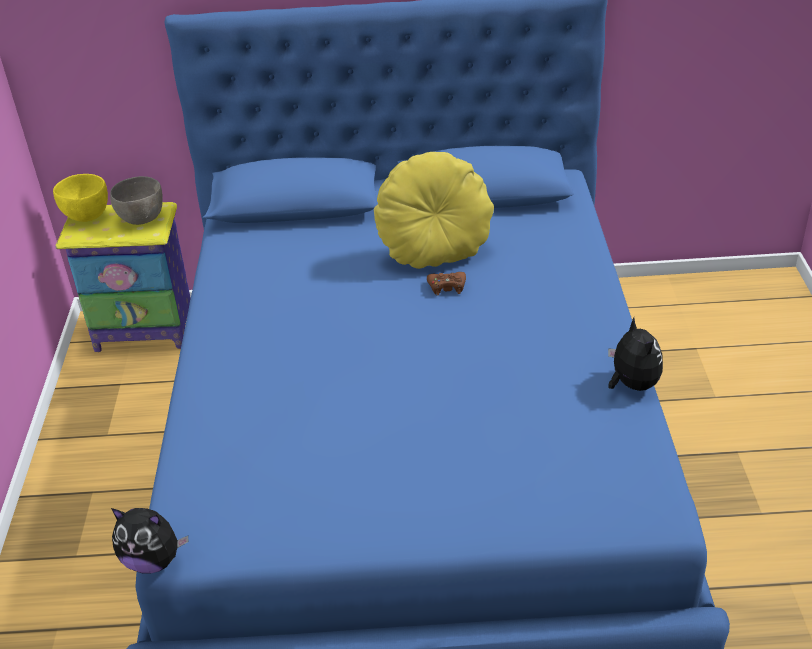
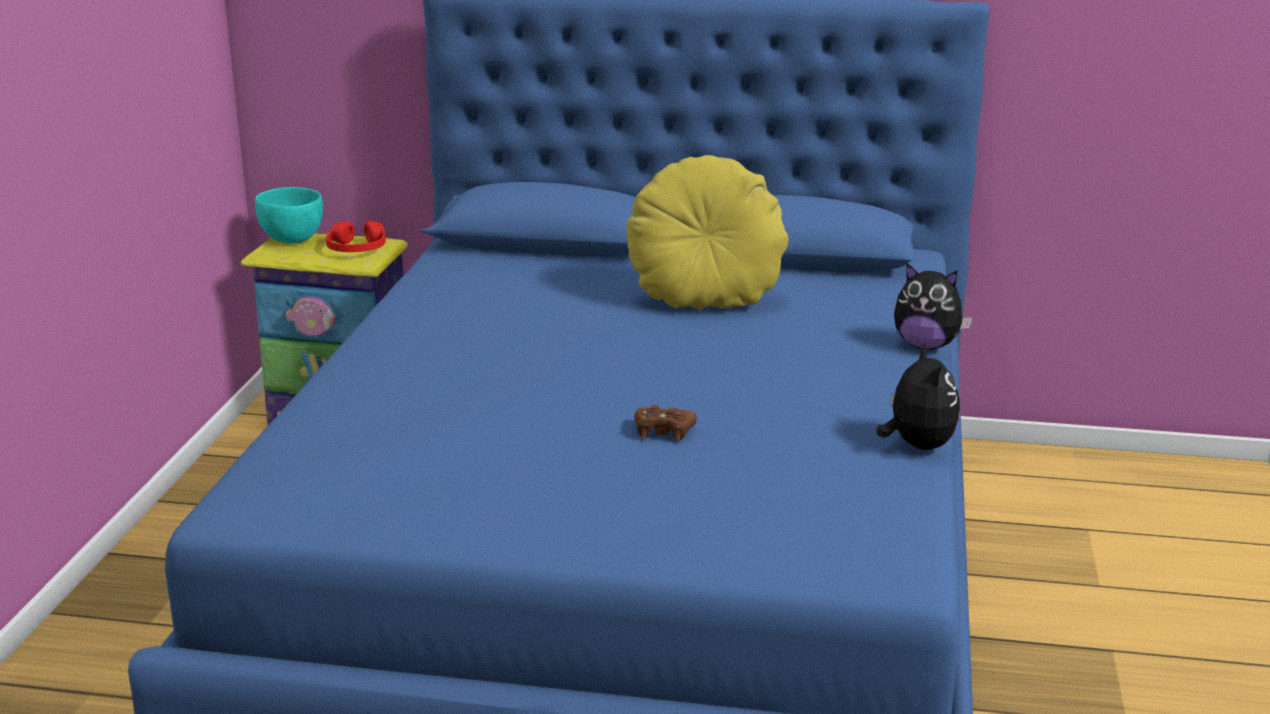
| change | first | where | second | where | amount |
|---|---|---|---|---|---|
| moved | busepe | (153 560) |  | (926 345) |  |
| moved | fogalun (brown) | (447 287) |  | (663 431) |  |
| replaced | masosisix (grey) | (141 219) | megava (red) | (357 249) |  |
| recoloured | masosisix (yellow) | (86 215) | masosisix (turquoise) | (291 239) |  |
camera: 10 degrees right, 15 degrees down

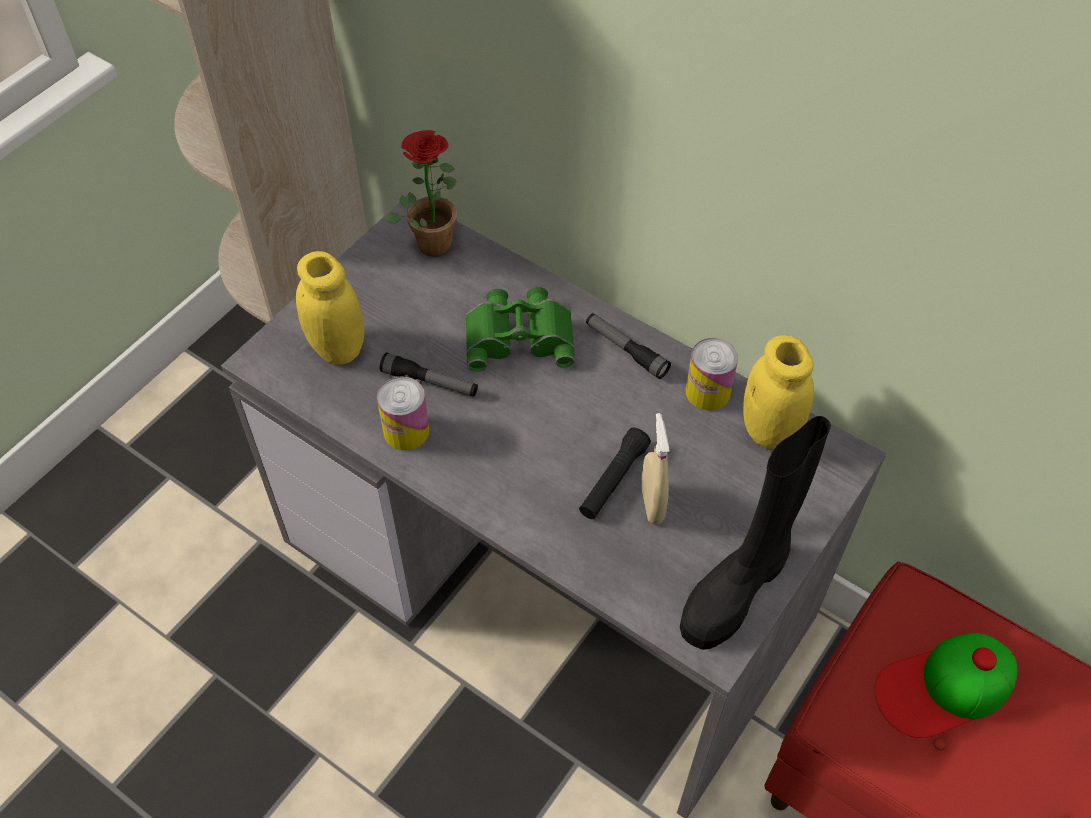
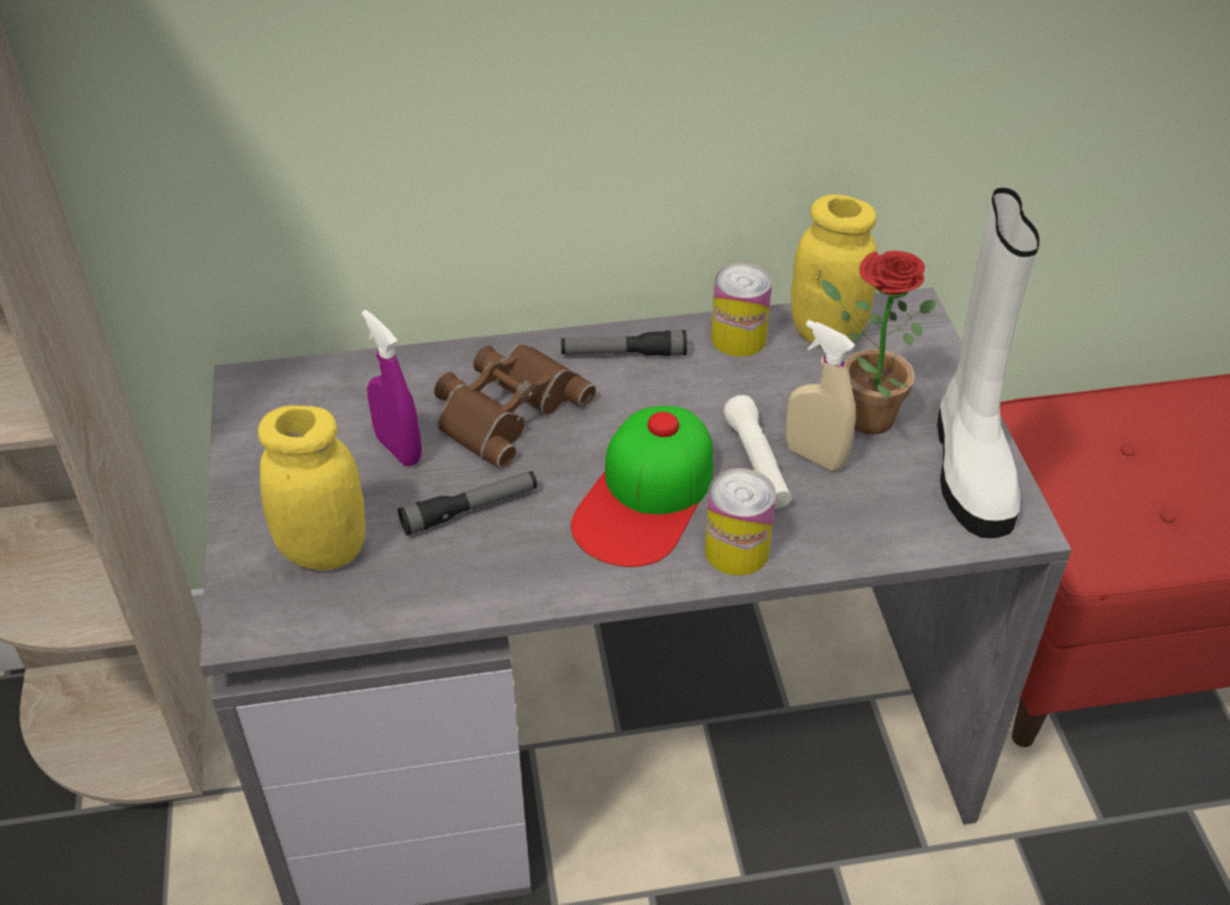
| change | first | where | second | where | amount |
|---|---|---|---|---|---|
| added |  |  | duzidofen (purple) | (398 449) |  |
| moved | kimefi | (406 431) |  | (736 551) |  |
| moved | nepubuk | (432 239) |  | (859 415) |  |
| moved | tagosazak | (944 688) |  | (646 496) |  |
| recoloured | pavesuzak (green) | (519 335) | pavesuzak (brown) | (506 408) |  |
| recoloured | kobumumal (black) | (613 480) | kobumumal (white) | (757 463) |  |
| recoloured | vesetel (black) | (737 589) | vesetel (white) | (969 467) |  |
camera: 45 degrees left, 10 degrees down

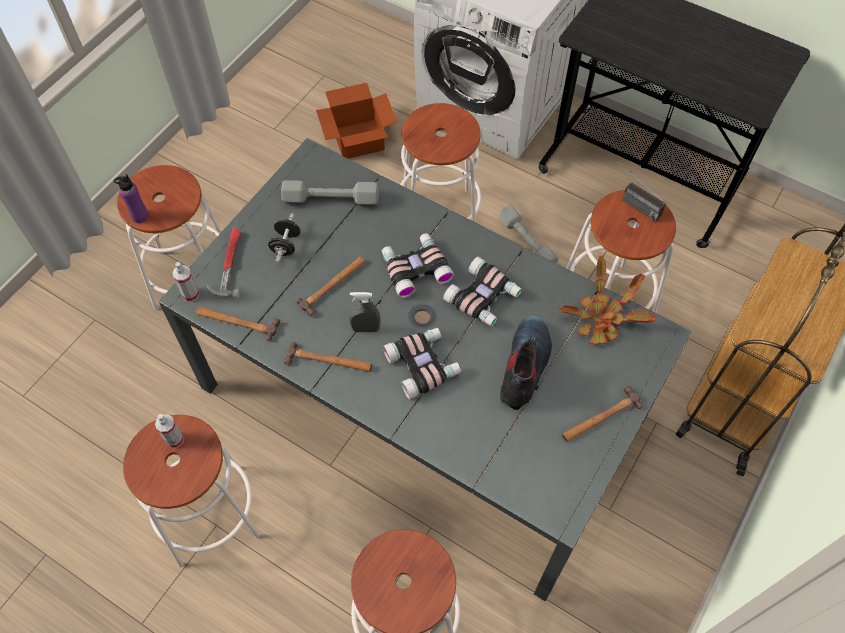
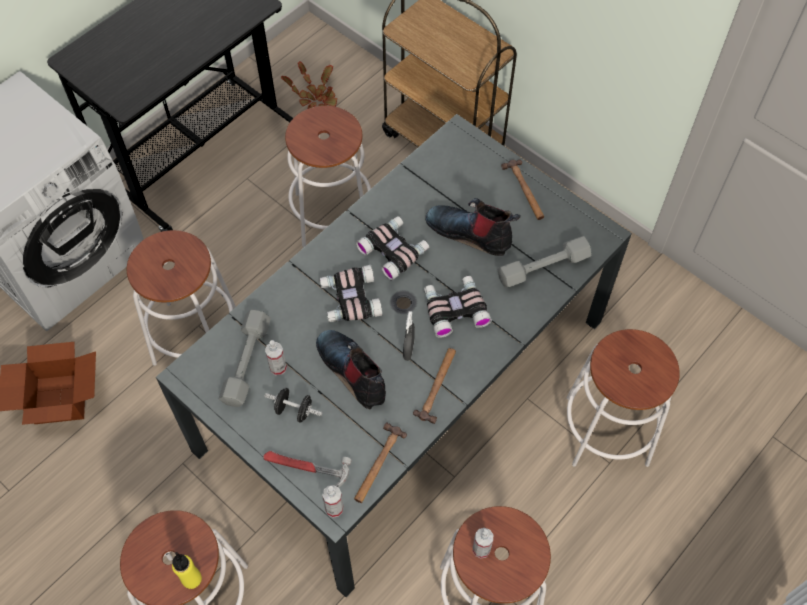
| change | first | where | second | where | amount |
|---|---|---|---|---|---|
| removed | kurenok | (631 202) |  |  |  |
| added |  |  | duzidofen | (278 368) |  |
| moved | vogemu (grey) | (526 242) |  | (543 267) |  |
| moved | nepubuk | (602 317) |  | (316 98) |  |
| replaced | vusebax | (333 285) | vesetel | (354 372) |  |
| recoloured | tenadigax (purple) | (140 216) | tenadigax (yellow) | (191 579) |  |
camera: 80 degrees left, 0 degrees up

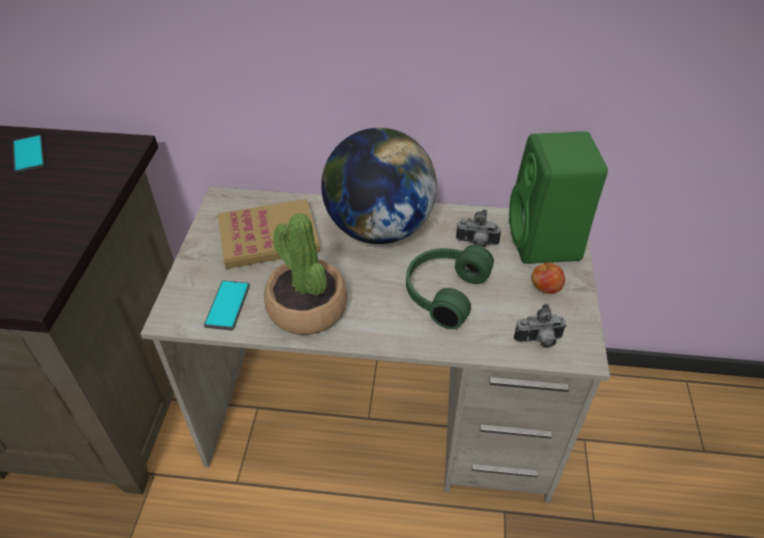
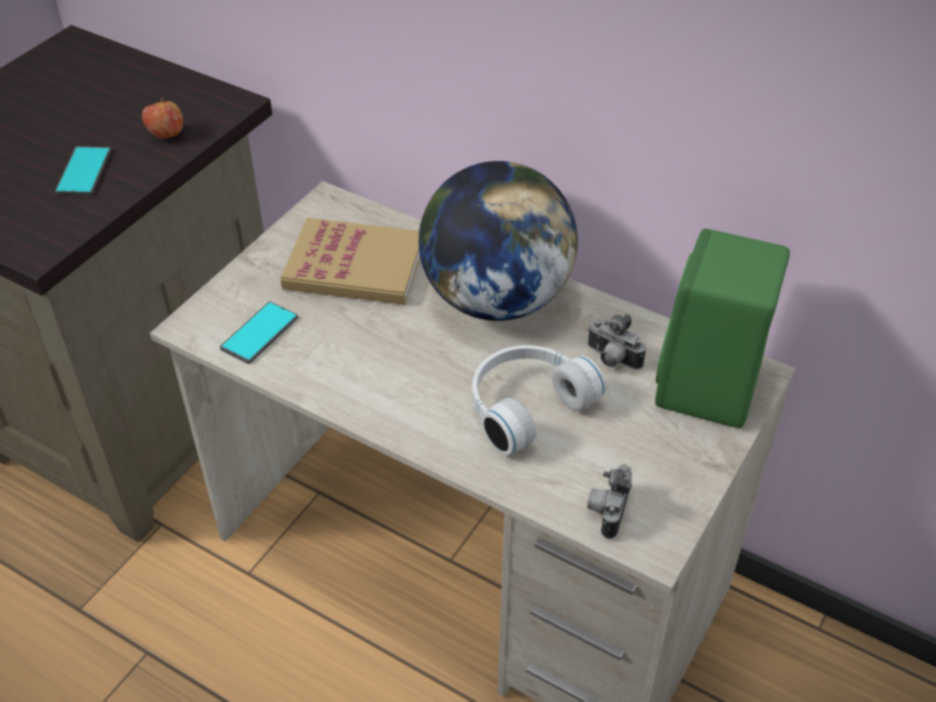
| change | first | where | second | where | amount |
|---|---|---|---|---|---|
| removed | nepubuk | (306 308) |  |  |  |
| moved | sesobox | (28 154) |  | (84 172) |  |
| moved | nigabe | (545 289) |  | (166 135) |  |
| recoloured | megava (green) | (443 291) | megava (white) | (525 405) |  |
| turned | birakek | (539 341) |  | (607 510) | 90 degrees clockwise |
camera: 25 degrees right, 0 degrees up

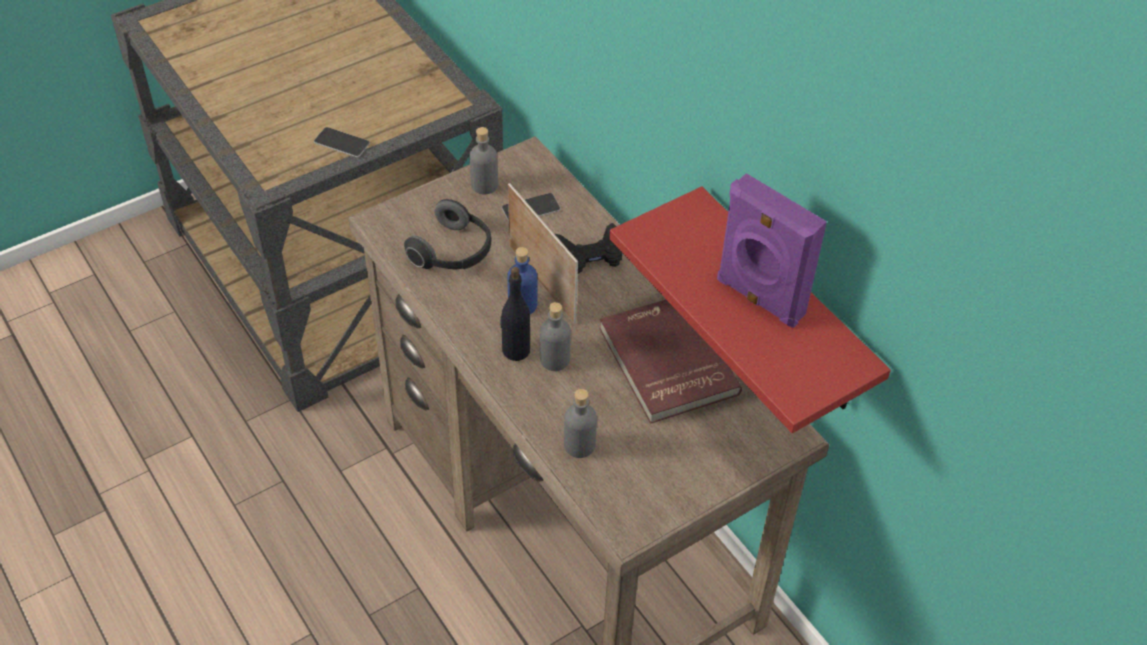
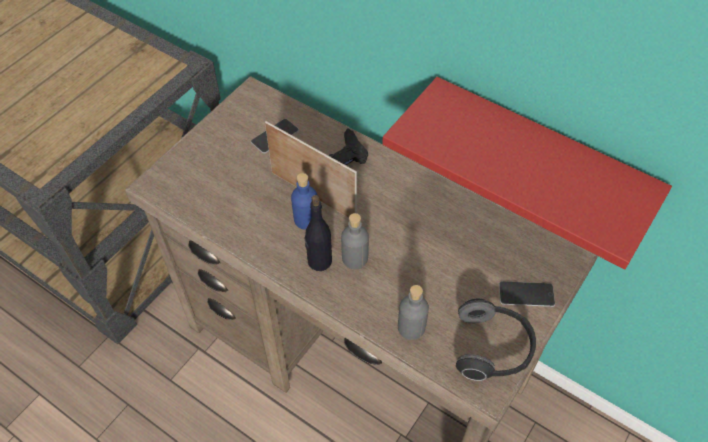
| change | first | where | second | where | amount |
|---|---|---|---|---|---|
| removed | tenadigax (grey) | (484 185) |  |  |  |
| removed | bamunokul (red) | (665 362) |  |  |  |
| removed | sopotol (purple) | (758 299) |  |  |  |
| moved | sesobox | (342 142) |  | (526 294) |  |
| moved | megava | (453 252) |  | (492 348) |  |
camera: 20 degrees left, 5 degrees up

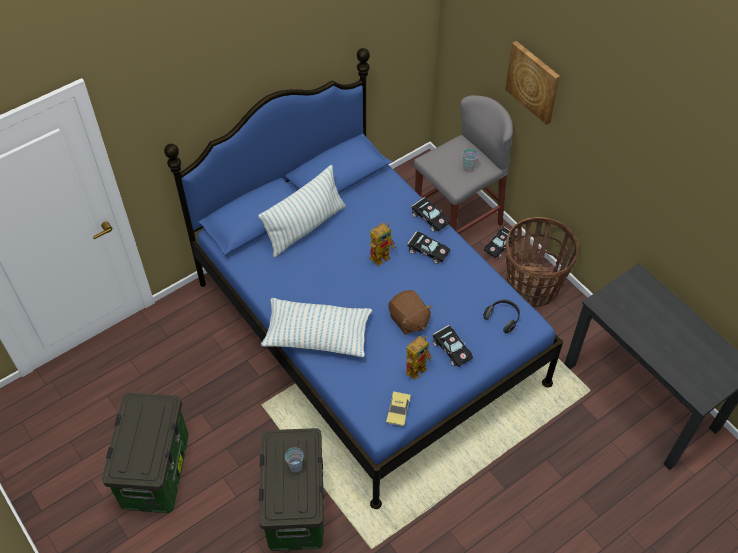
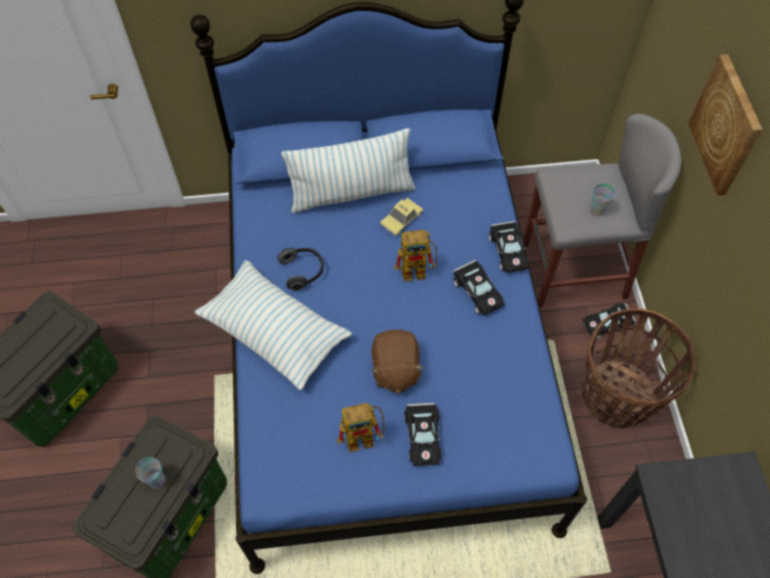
| change | first | where | second | where | amount |
|---|---|---|---|---|---|
| moved | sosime | (398 410) |  | (401 219) |  |
| moved | megava | (503 318) |  | (303 271) |  |
camera: 30 degrees right, 5 degrees up

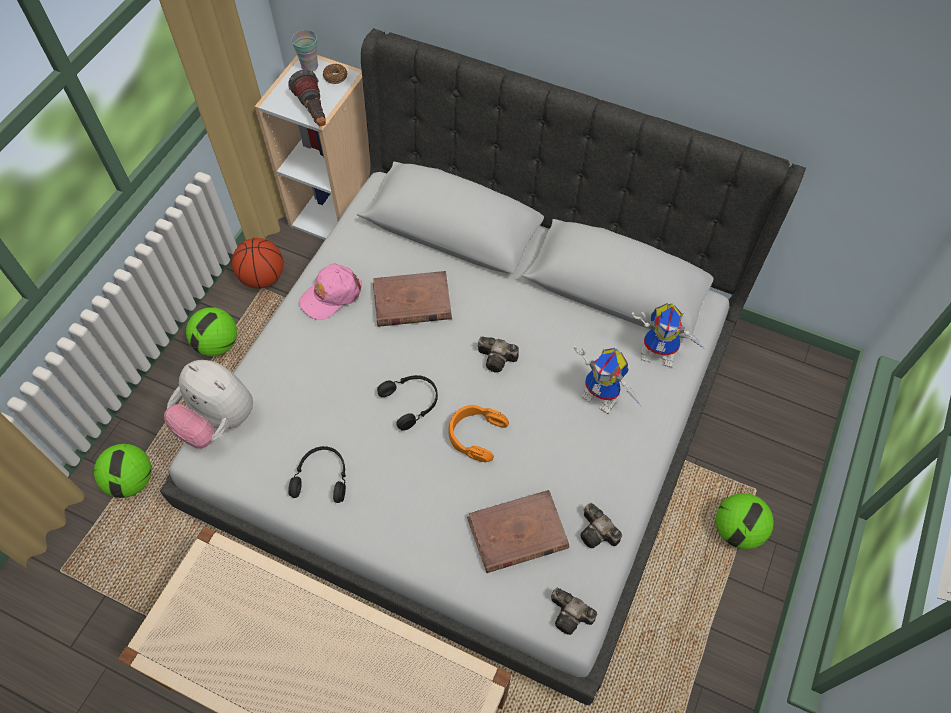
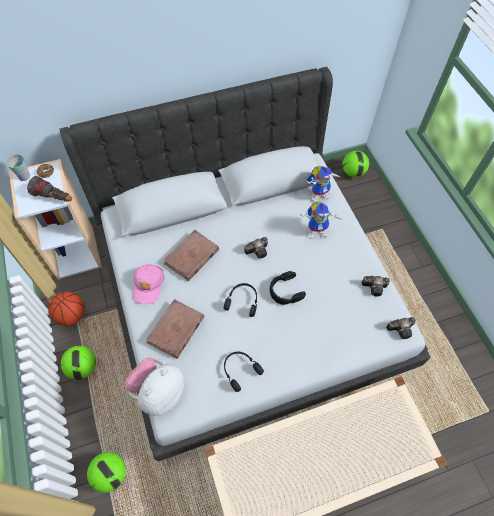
| change | first | where | second | where | amount |
|---|---|---|---|---|---|
| moved | bamunokul (brown) | (517 533) |  | (176 330) |  |
| moved | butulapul | (737 530) |  | (353 172) |  |
| recoloured | megava (orange) | (475 435) | megava (black) | (285 291) |  |
| turned | busepe | (218 421) |  | (159 392) | 135 degrees clockwise |
camera: 45 degrees left, 0 degrees up

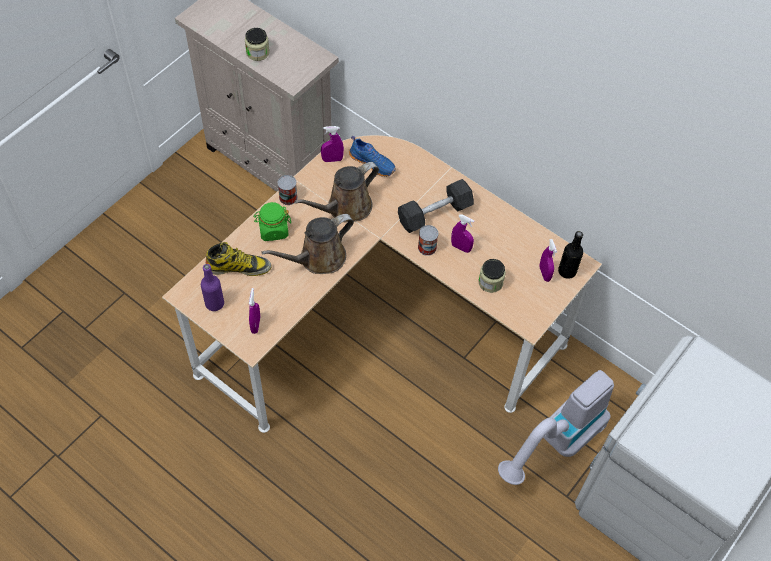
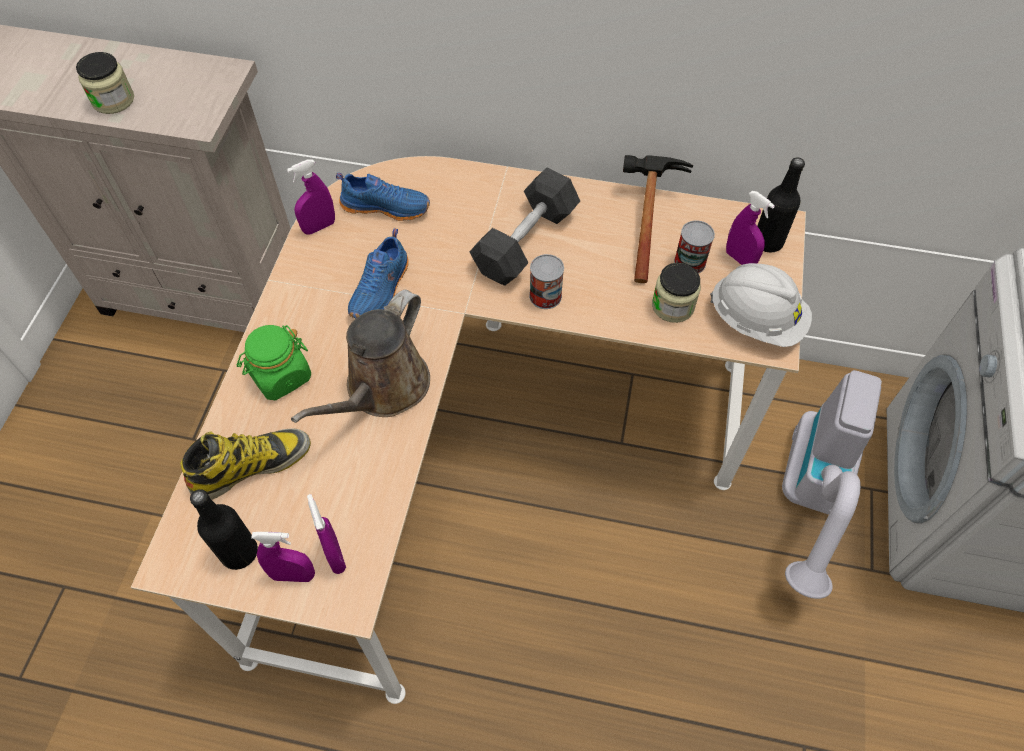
| change | first | where | second | where | amount |
|---|---|---|---|---|---|
| added |  |  | vusebax | (645 219) |  |
| added |  |  | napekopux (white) | (756 320) |  |
| moved | kimefi | (288 197) |  | (690 262) |  |
| moved | duzidofen (purple) | (461 247) |  | (293 575) |  |
| replaced | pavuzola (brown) | (345 208) | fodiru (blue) | (382 290) |  |
| recoloured | tenadigax (purple) | (214 303) | tenadigax (black) | (239 552) |  |
camera: 25 degrees left, 0 degrees up

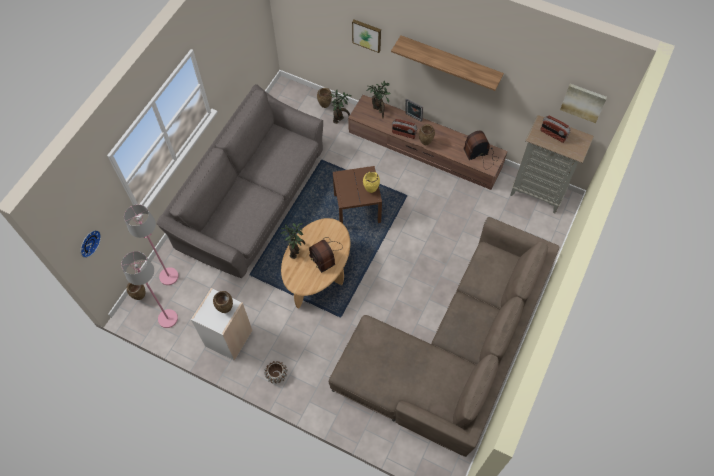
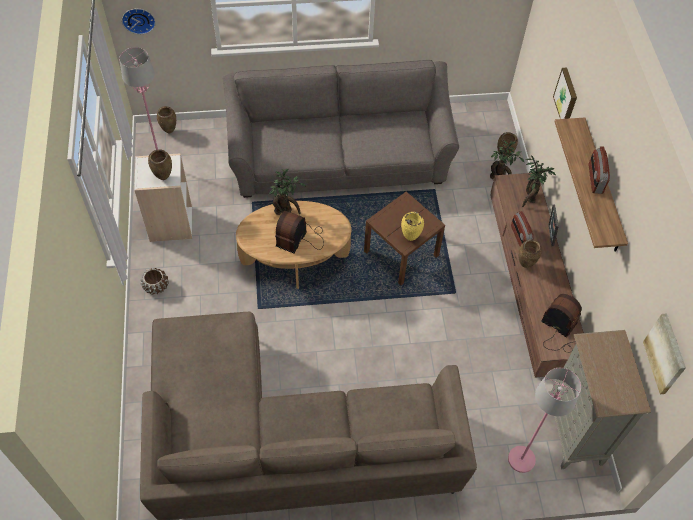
| change | first | where | second | where | amount |
|---|---|---|---|---|---|
| moved | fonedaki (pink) | (169 276) |  | (521 459) |  |
| moved | kurenok | (553 134) |  | (595 179) |  |
camera: 55 degrees right, 5 degrees down

